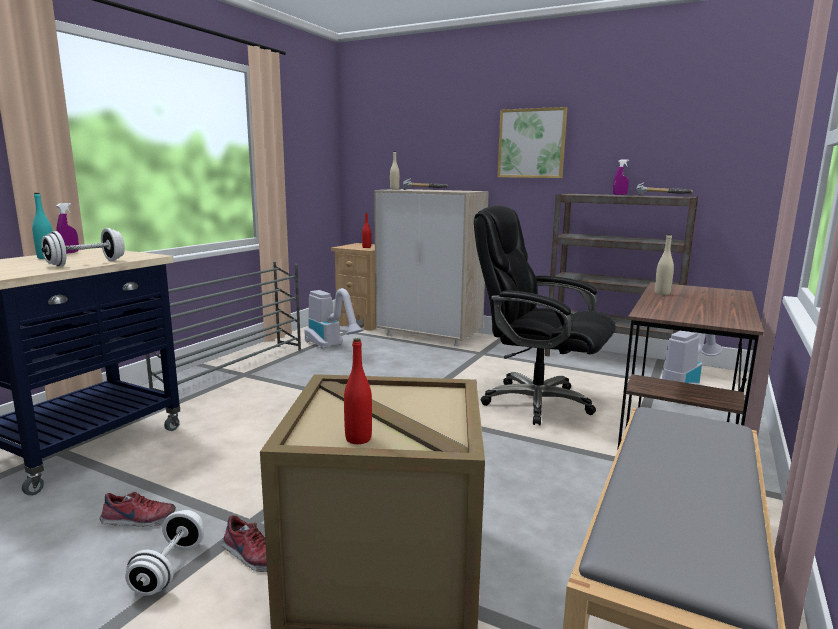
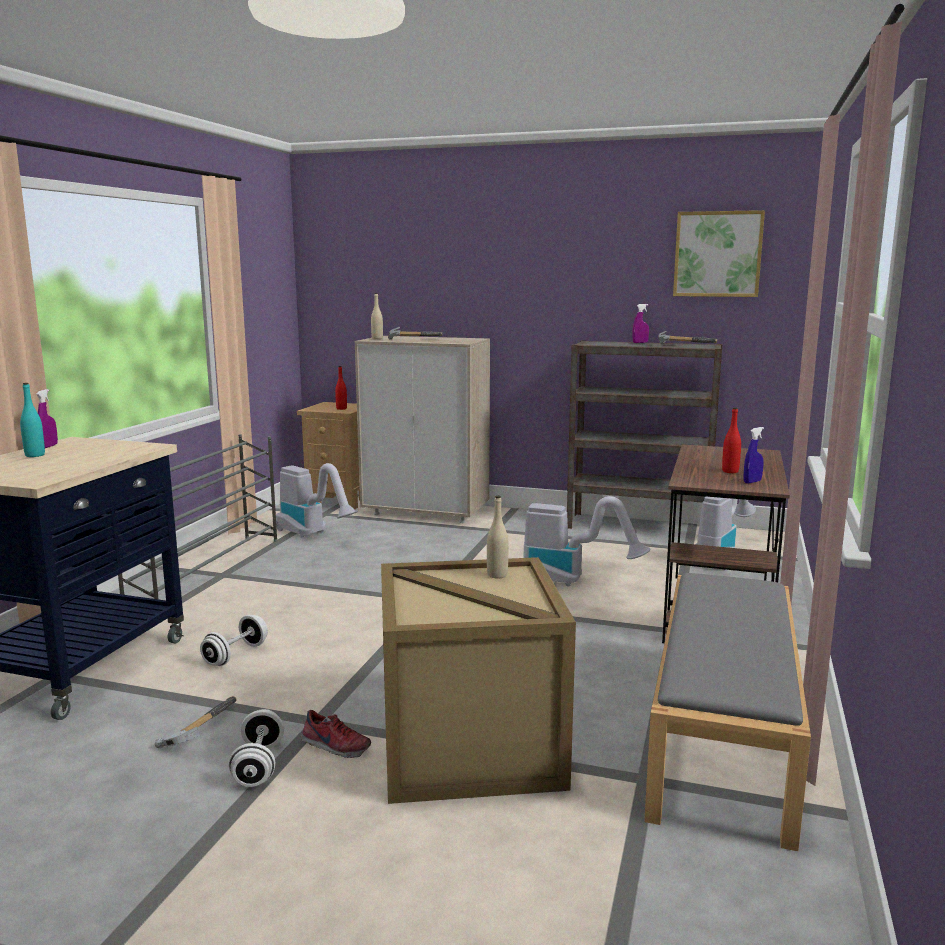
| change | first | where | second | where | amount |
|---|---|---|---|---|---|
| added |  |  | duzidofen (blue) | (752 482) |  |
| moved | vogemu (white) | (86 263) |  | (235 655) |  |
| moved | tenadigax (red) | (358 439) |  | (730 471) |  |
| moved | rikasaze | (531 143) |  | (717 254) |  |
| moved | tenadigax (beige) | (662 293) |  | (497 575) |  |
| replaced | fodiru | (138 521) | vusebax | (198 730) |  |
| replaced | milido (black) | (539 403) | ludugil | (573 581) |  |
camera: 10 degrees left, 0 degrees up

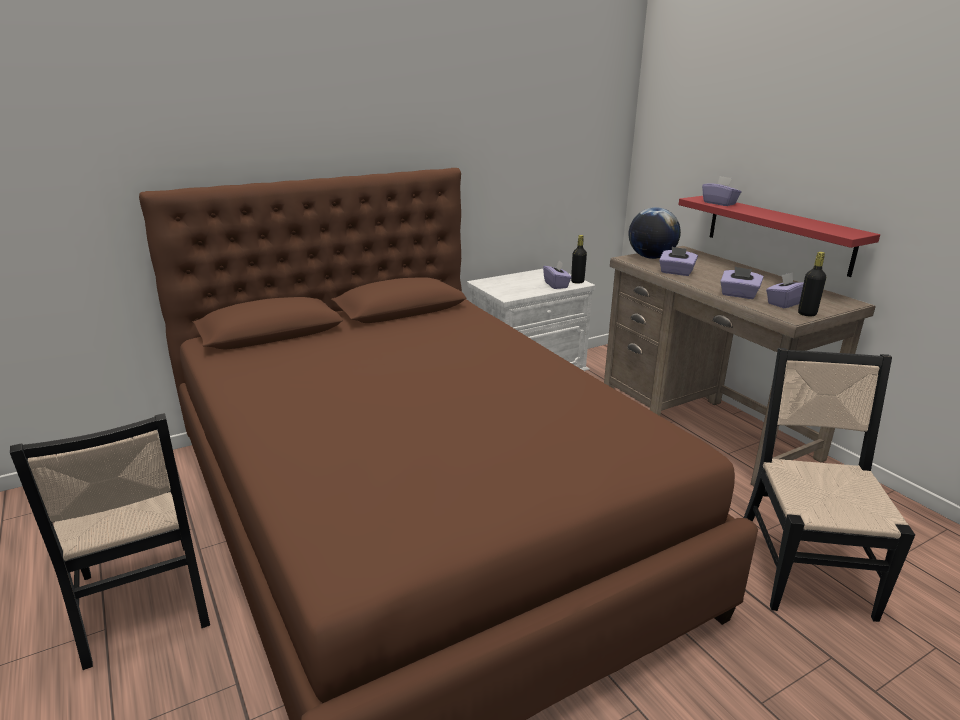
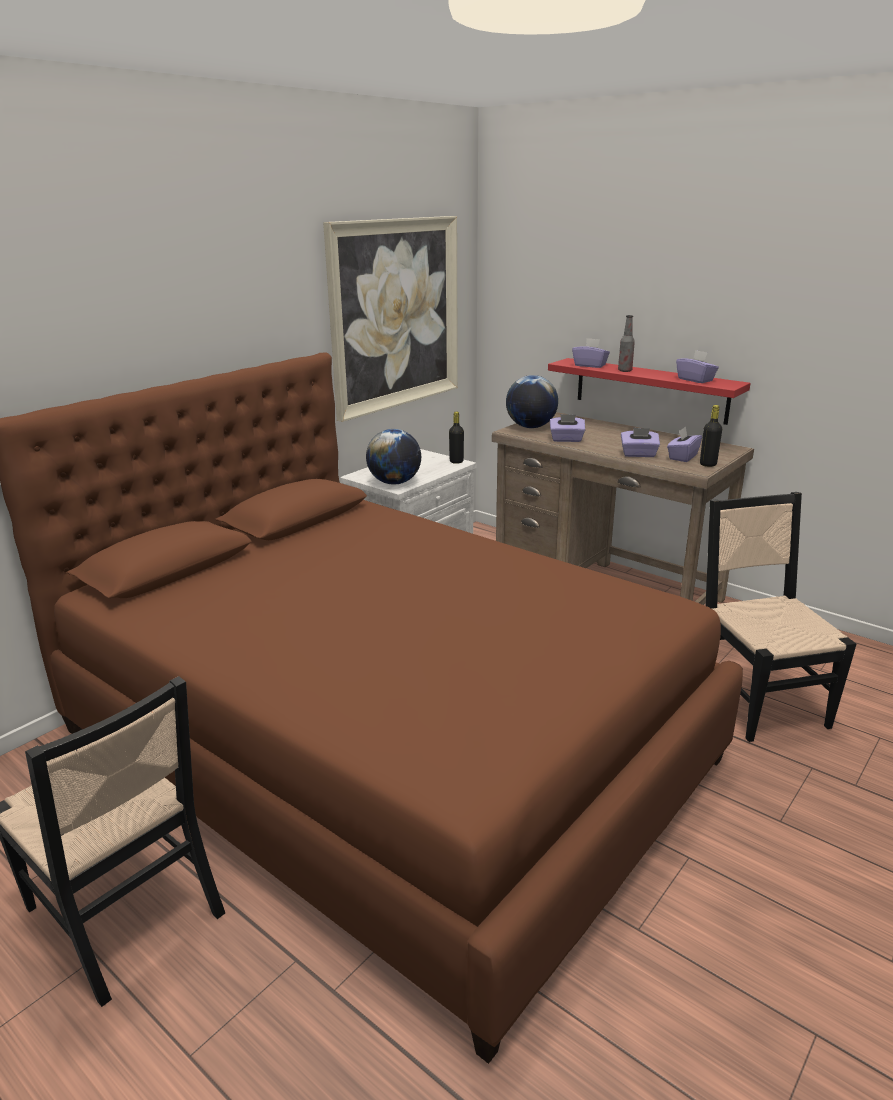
| change | first | where | second | where | amount |
|---|---|---|---|---|---|
| added |  |  | rikasaze | (395 315) |  |
| added |  |  | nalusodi | (394 482) |  |
| added |  |  | tenadigax | (625 371) |  |
| moved | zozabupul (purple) | (556 285) |  | (695 380) |  |
camera: 20 degrees left, 0 degrees up

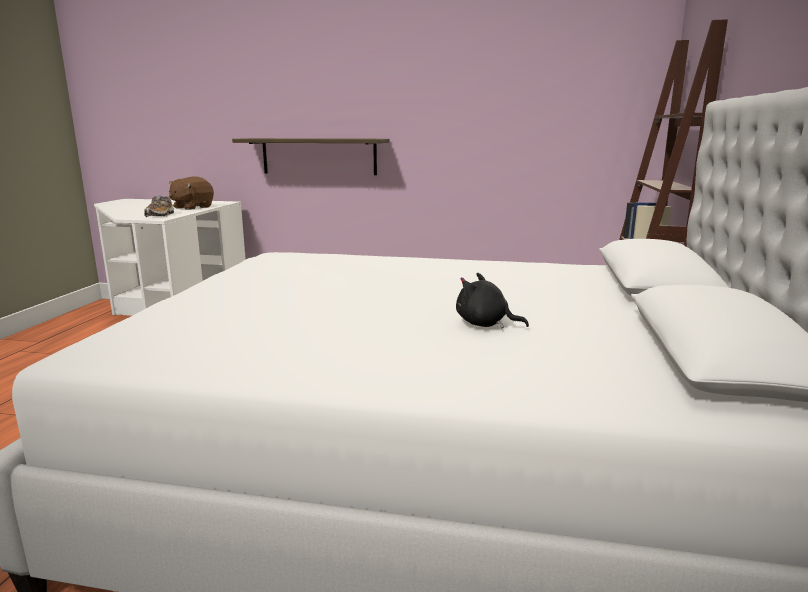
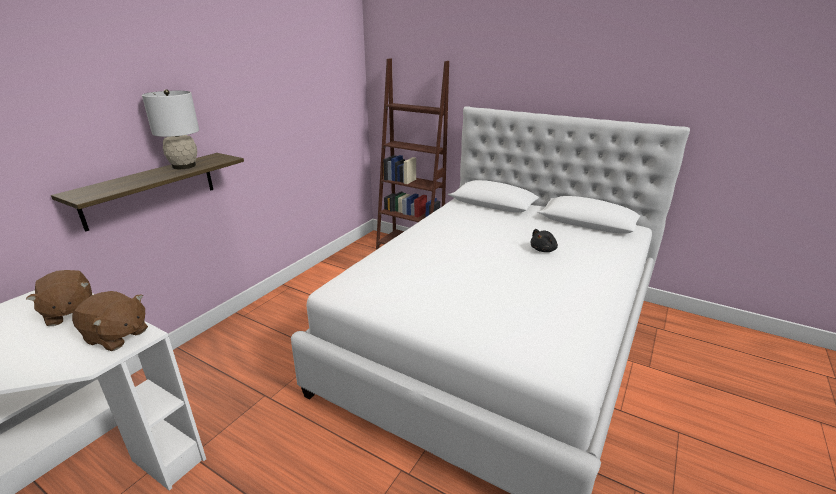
| change | first | where | second | where | amount |
|---|---|---|---|---|---|
| added |  |  | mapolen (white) | (184 166) |  |
| replaced | fodiru | (160 215) | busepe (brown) | (117 336) |  |
camera: 70 degrees left, 10 degrees up

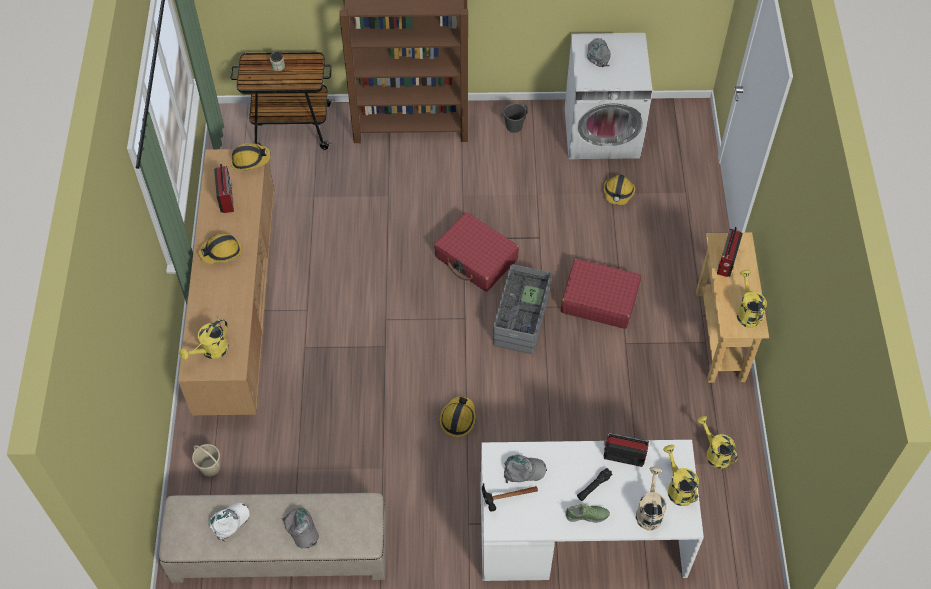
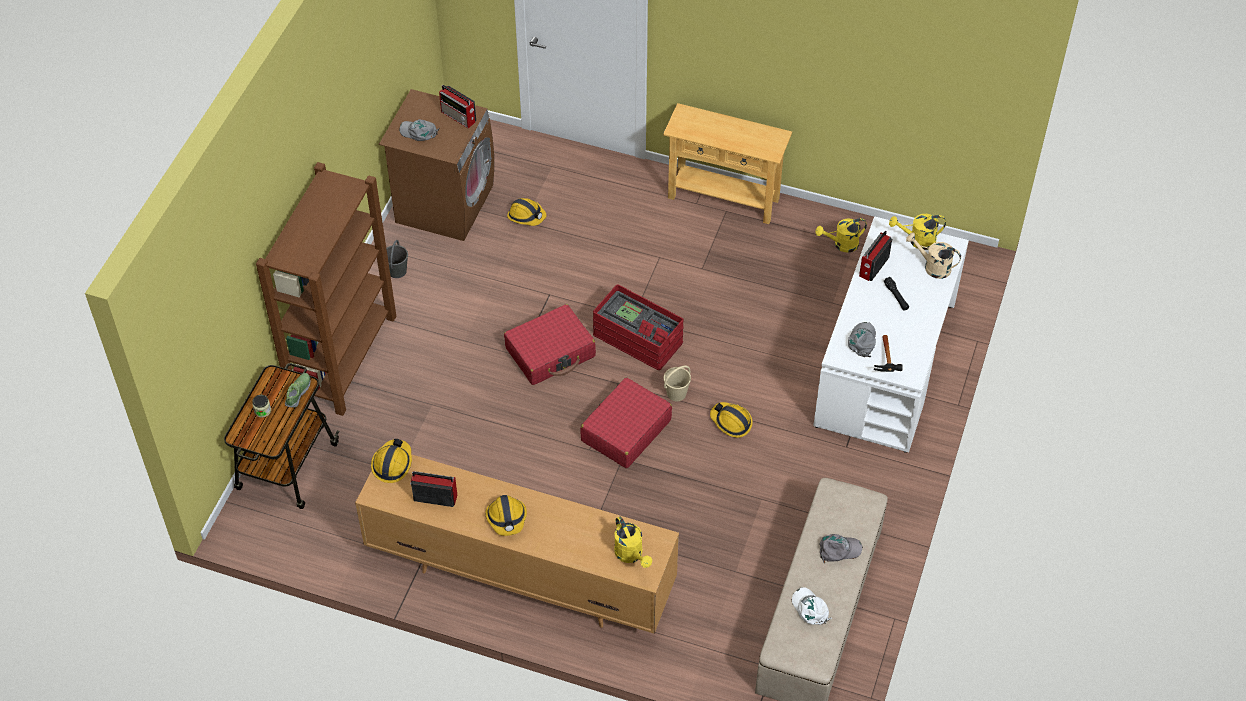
| change | first | where | second | where | amount |
|---|---|---|---|---|---|
| removed | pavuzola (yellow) | (747 312) |  |  |  |
| moved | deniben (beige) | (210 467) |  | (676 393) |  |
| moved | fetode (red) | (599 300) |  | (625 431) |  |
| moved | fodiru | (587 515) |  | (298 393) |  |
| moved | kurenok | (726 262) |  | (459 117) |  |
| recoloured | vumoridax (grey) | (522 318) | vumoridax (red) | (638 337) |  |
| recoloured | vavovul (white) | (602 131) | vavovul (brown) | (443 203) |  |
camera: 70 degrees left, 5 degrees down

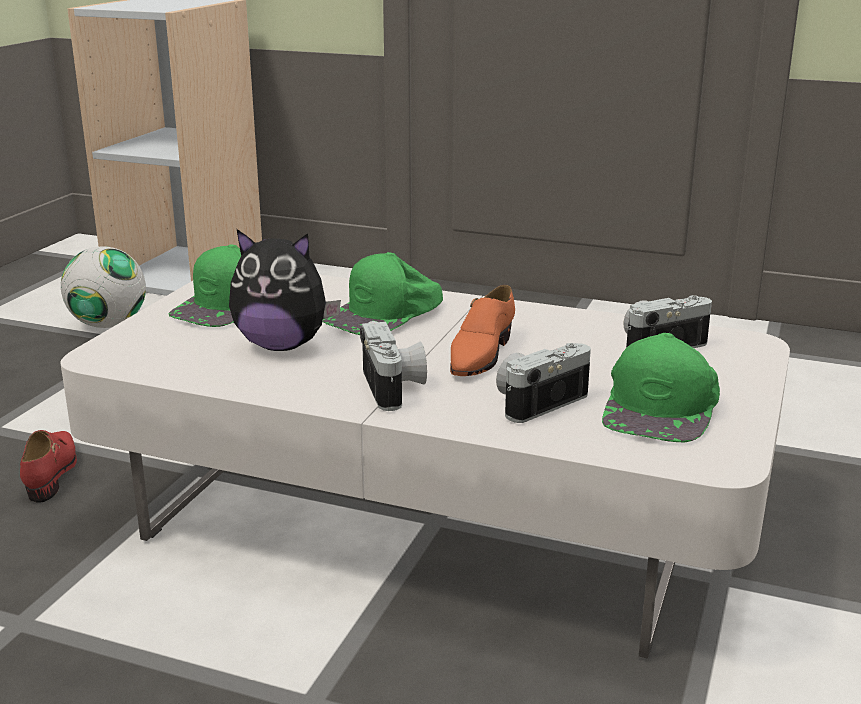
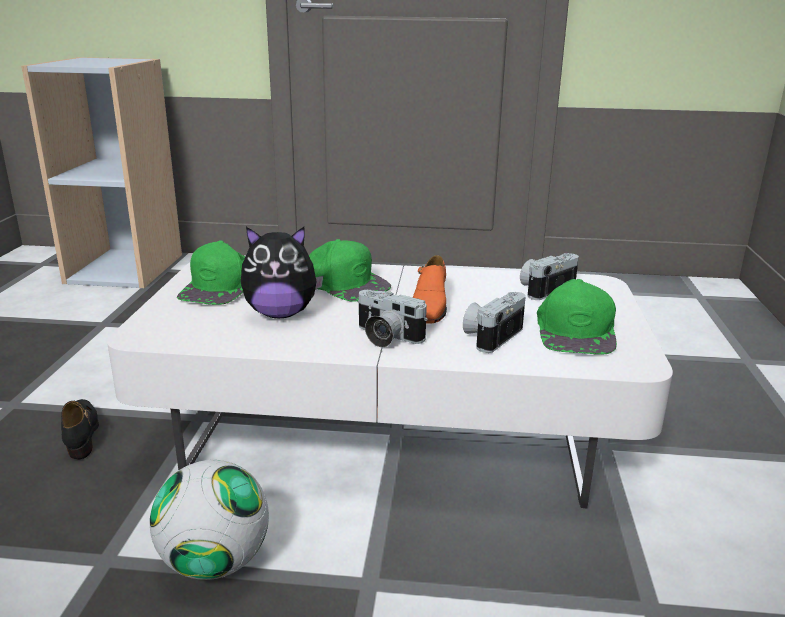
| change | first | where | second | where | amount |
|---|---|---|---|---|---|
| moved | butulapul | (108 325) |  | (215 562) |  |
| recoloured | fodiru (red) | (53 472) | fodiru (black) | (81 433) |  |
| turned | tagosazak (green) | (386 314) |  | (344 284) | 75 degrees counterclockwise |
| turned | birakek | (395 388) |  | (385 337) | 150 degrees clockwise |
camera: 15 degrees left, 0 degrees up

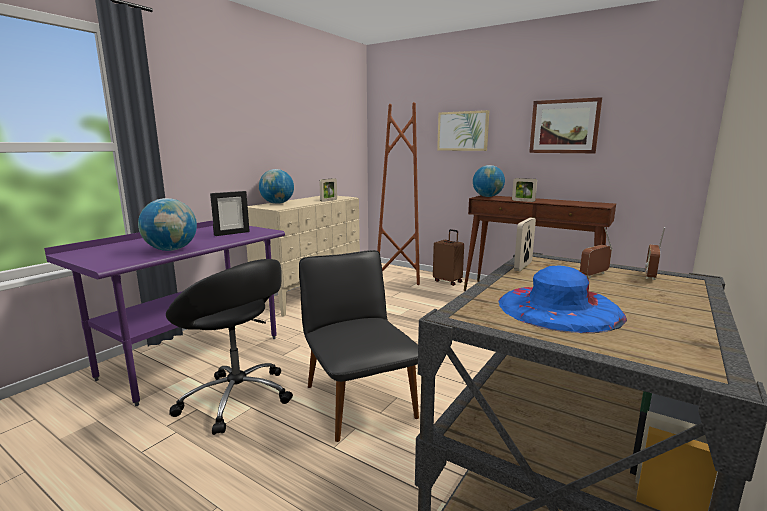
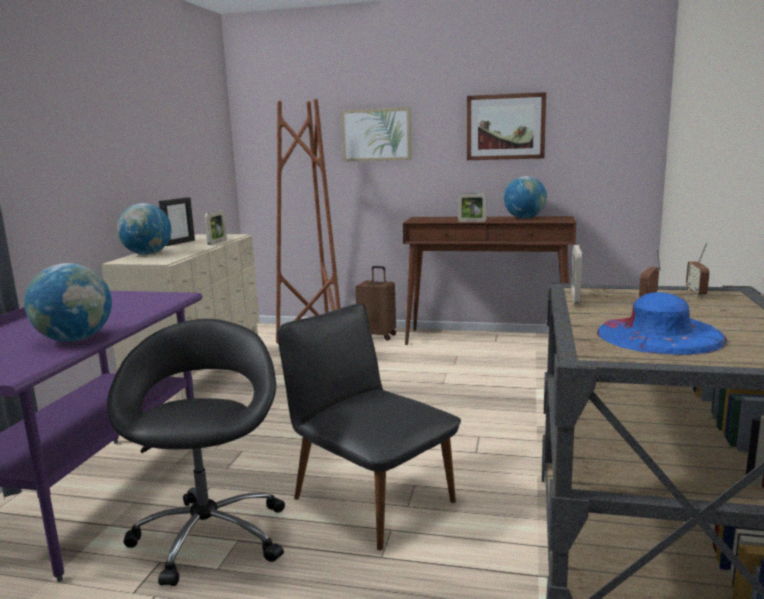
| change | first | where | second | where | amount |
|---|---|---|---|---|---|
| moved | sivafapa | (232 233) |  | (179 243) |  |
| moved | nalusodi | (487 196) |  | (524 218) |  |
| turned | milido (black) | (238 399) |  | (211 535) | 105 degrees counterclockwise |
camera: 20 degrees left, 0 degrees up

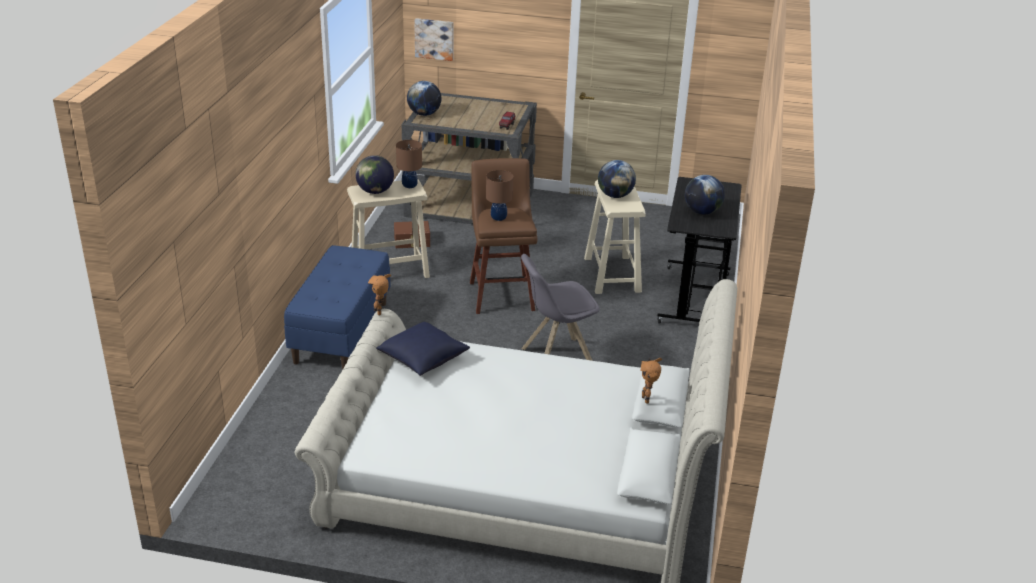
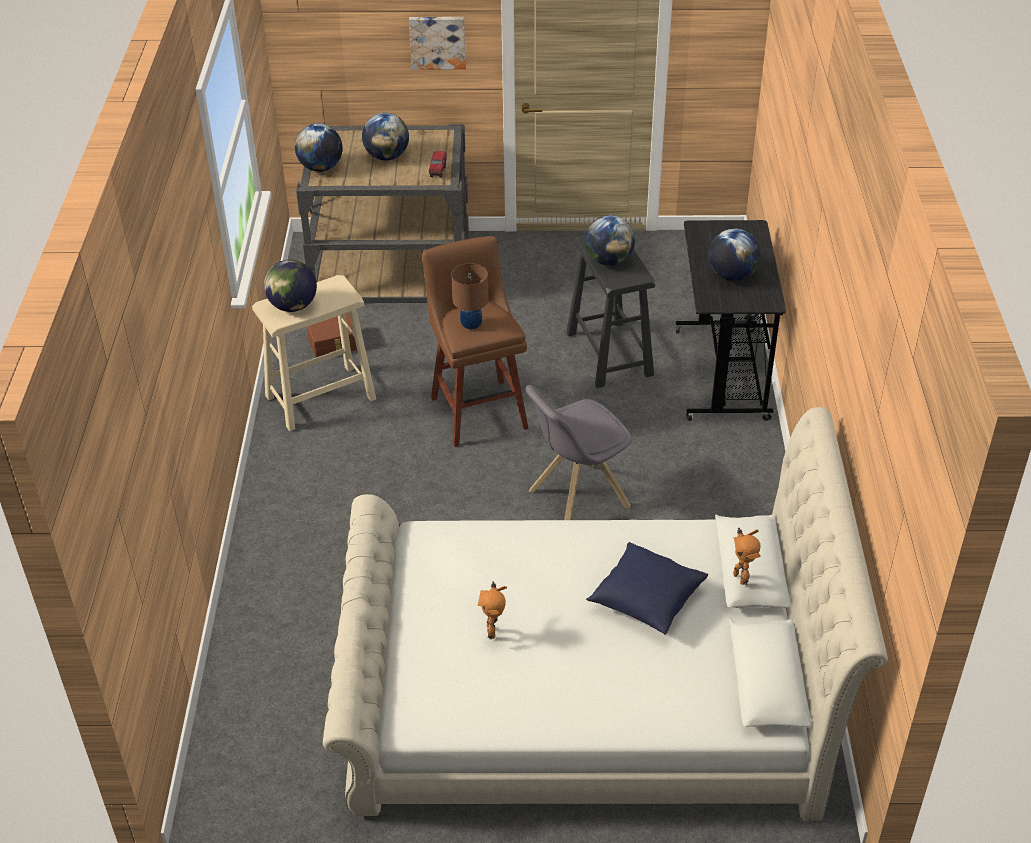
| change | first | where | second | where | amount |
|---|---|---|---|---|---|
| removed | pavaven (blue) | (341 332) |  |  |  |
| removed | mapolen (brown) | (409 186) |  |  |  |
| added |  |  | nalusodi | (387 156) |  |
| moved | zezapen | (382 312) |  | (494 631) |  |
| moved | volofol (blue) | (422 359) |  | (646 599) |  |
| moved | rikasaze | (434 39) |  | (437 41) |  |
| recoloured | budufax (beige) | (612 274) | budufax (black) | (609 354) |  |
camera: 10 degrees left, 10 degrees up

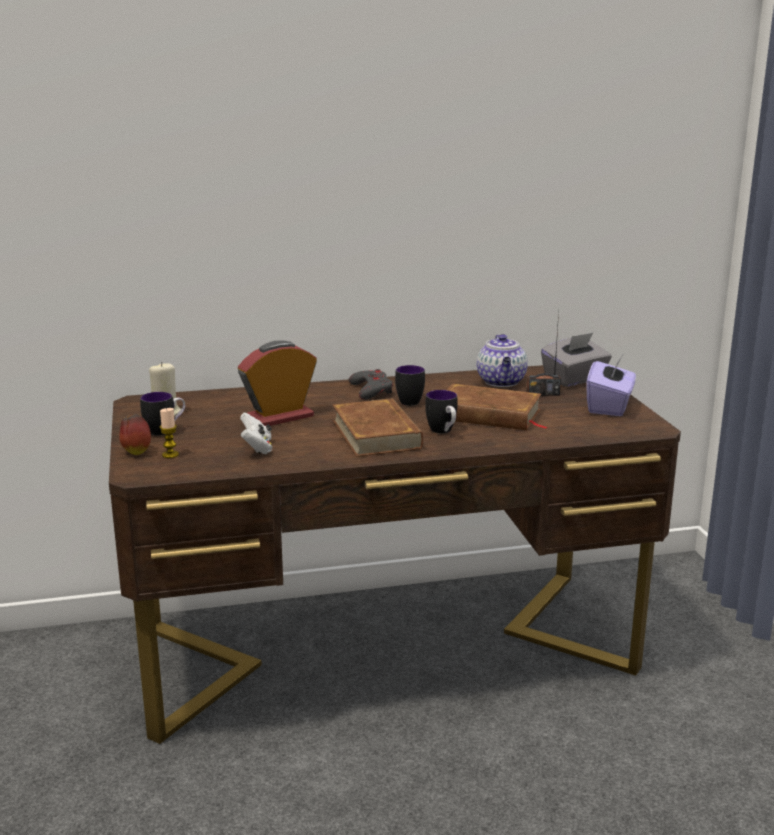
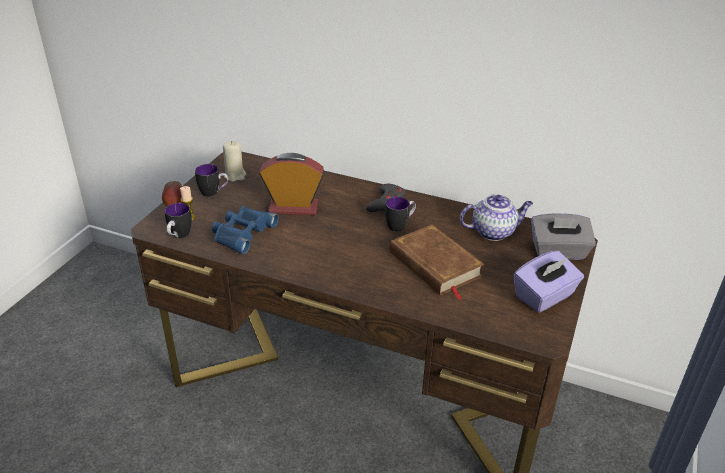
| change | first | where | second | where | amount |
|---|---|---|---|---|---|
| removed | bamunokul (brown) | (376 434) |  |  |  |
| removed | kurenok | (543 394) |  |  |  |
| moved | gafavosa | (443 432) |  | (179 236) |  |
| replaced | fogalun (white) | (257 448) | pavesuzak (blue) | (242 233) |  |
| turned | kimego | (502 382) |  | (494 231) | 135 degrees counterclockwise |
camera: 35 degrees right, 15 degrees up

